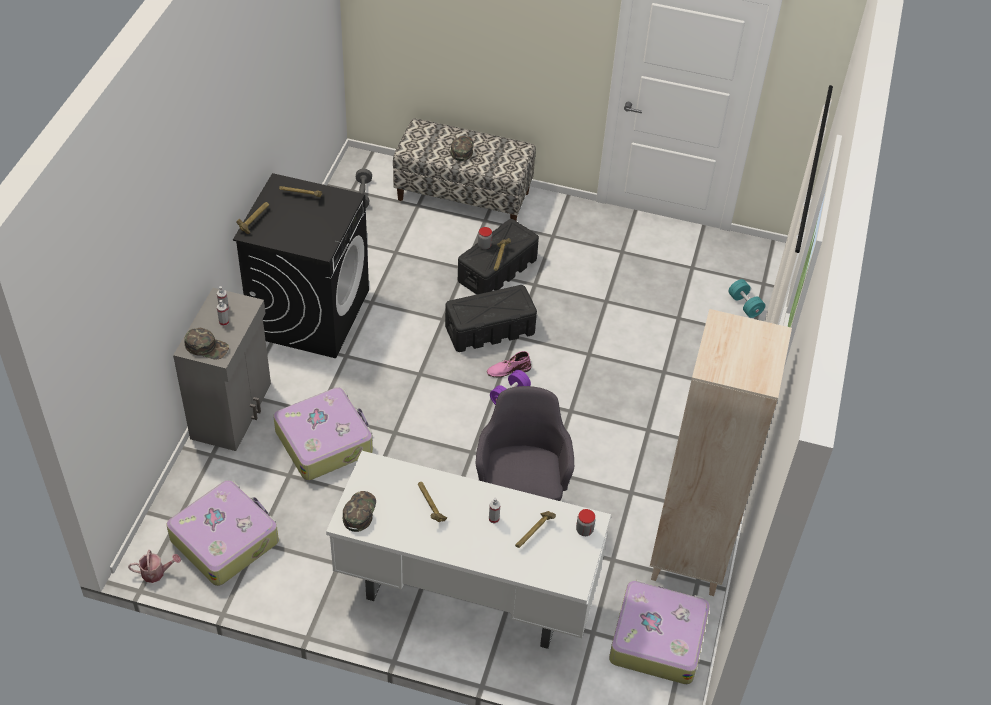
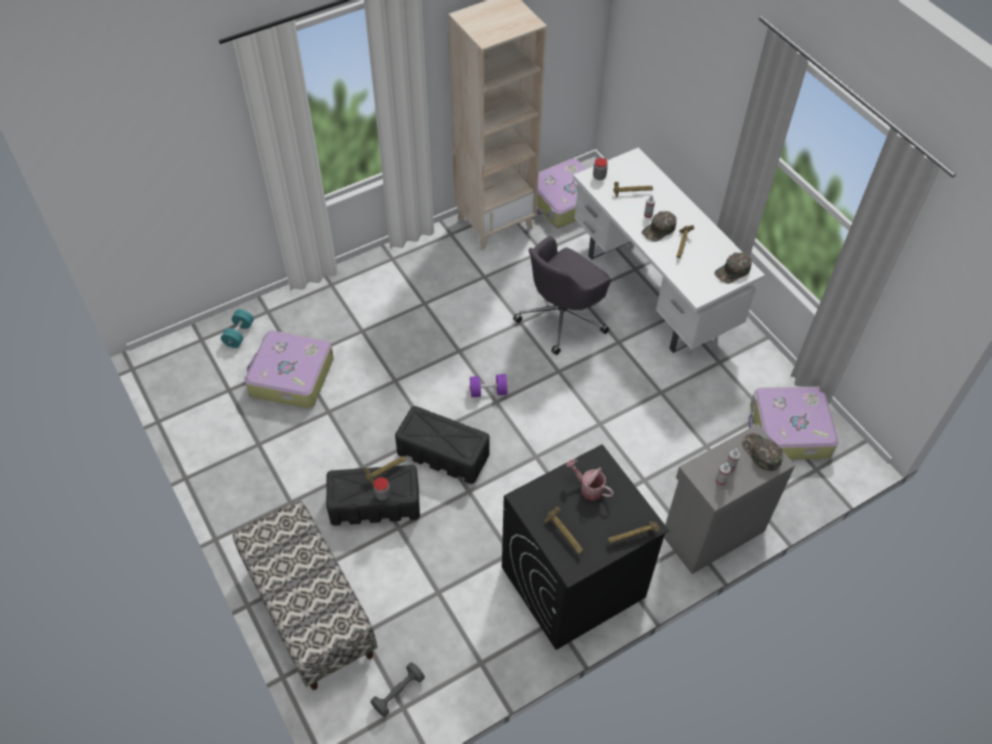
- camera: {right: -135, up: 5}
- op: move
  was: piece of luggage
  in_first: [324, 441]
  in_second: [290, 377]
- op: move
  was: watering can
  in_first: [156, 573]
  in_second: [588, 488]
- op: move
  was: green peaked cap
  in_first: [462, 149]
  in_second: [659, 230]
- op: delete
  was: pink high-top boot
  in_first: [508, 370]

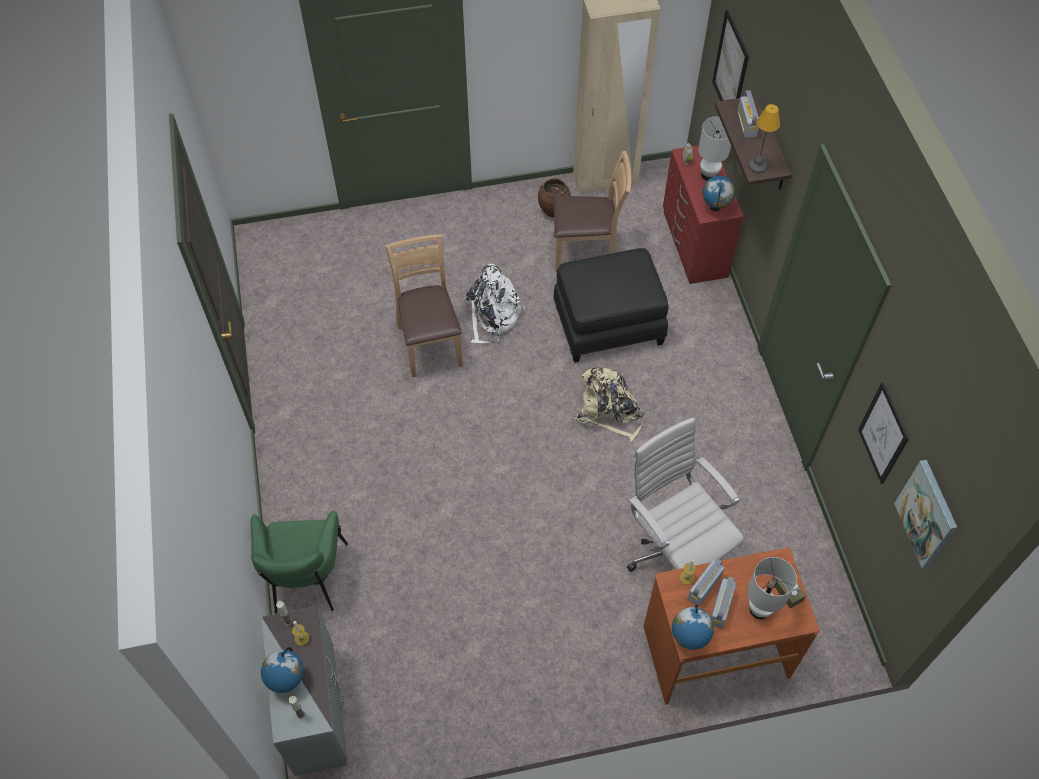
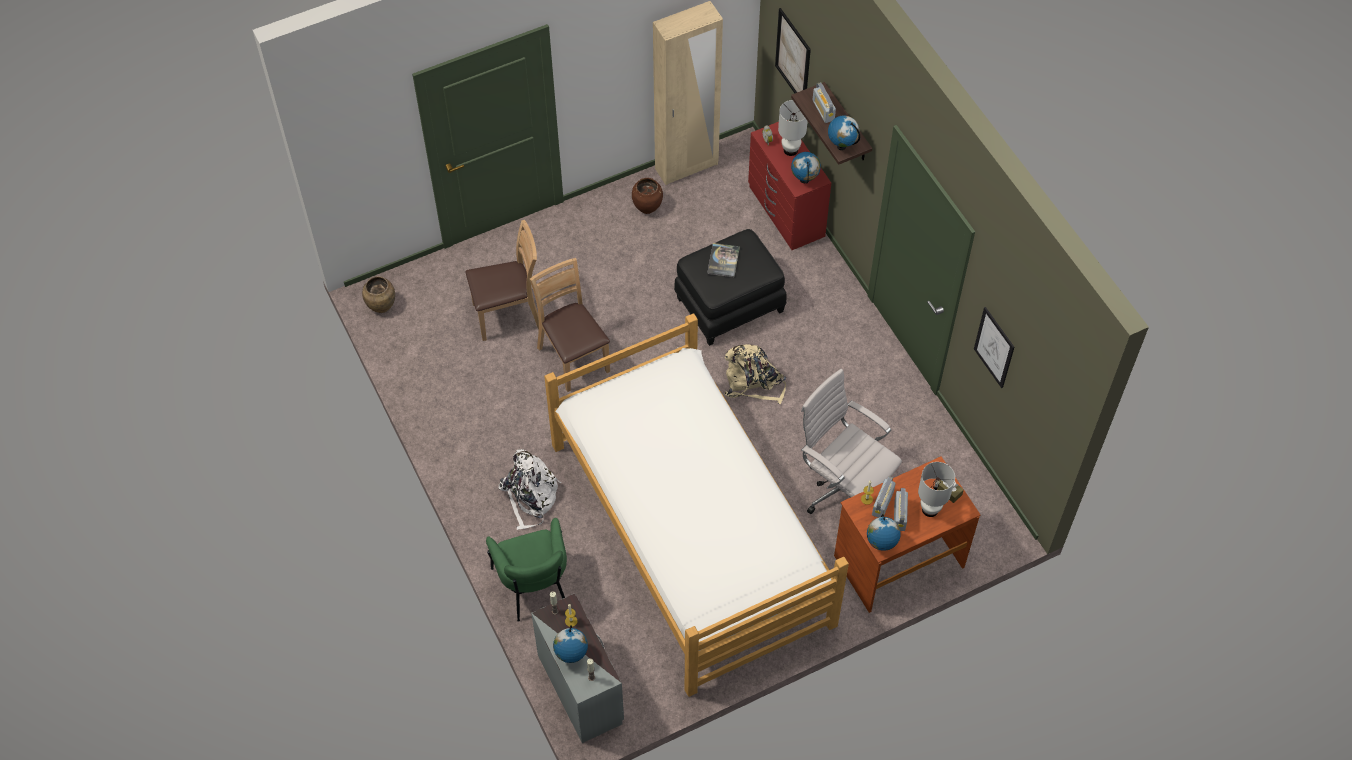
- camera: {right: -15, up: 0}
- op: insert
  now: brown-coloured vase
  in_second: [381, 307]
- op: move
  was: brown-coloured upright chair
  in_first: [587, 253]
  in_second: [508, 315]
- op: move
  was: whitish rucksack
  in_first: [492, 316]
  in_second: [530, 497]
- op: insert
  now: bedroom bed
  in_second: [690, 534]
- op: insert
  now: book
  in_second: [723, 260]
- op: replace
  was: lamp for a table
  now: desk globe
  in_first: [757, 165]
  in_second: [842, 146]
- op: delete
  was: picture
  in_first: [927, 514]

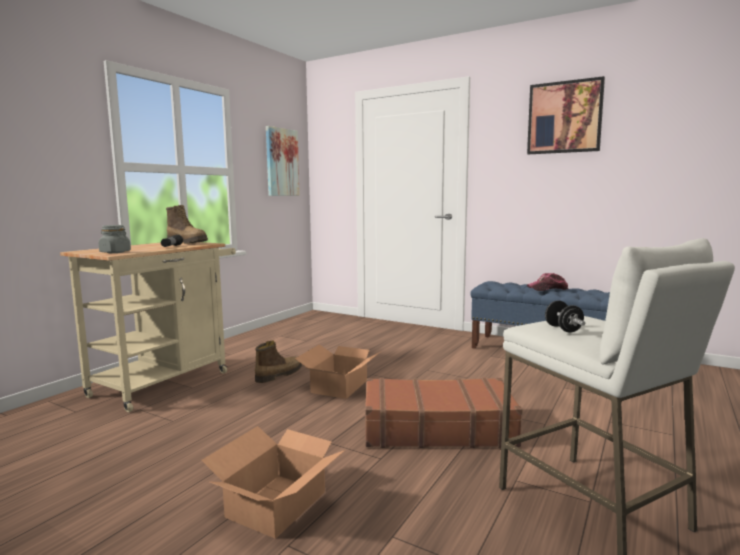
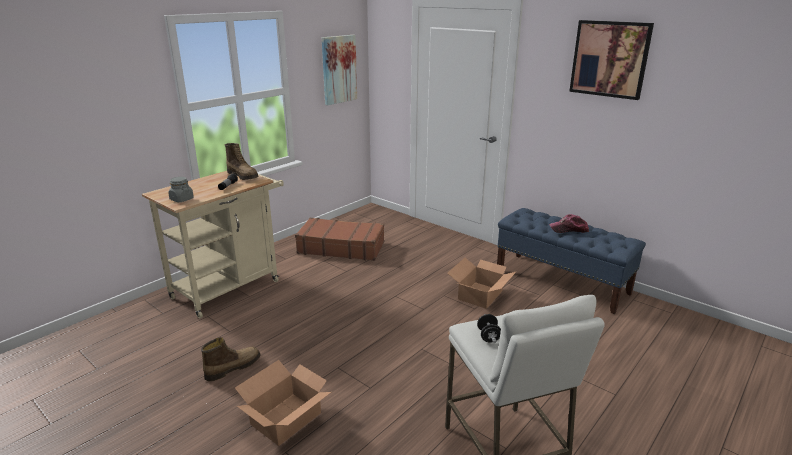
- camera: {right: 10, up: 15}
- op: move
  was: high-top boot
  in_first: [278, 375]
  in_second: [232, 367]
- op: move
  was: brown-coloured piece of luggage
  in_first: [437, 427]
  in_second: [341, 247]
- op: move
  was: carton
  in_first: [340, 386]
  in_second: [481, 295]

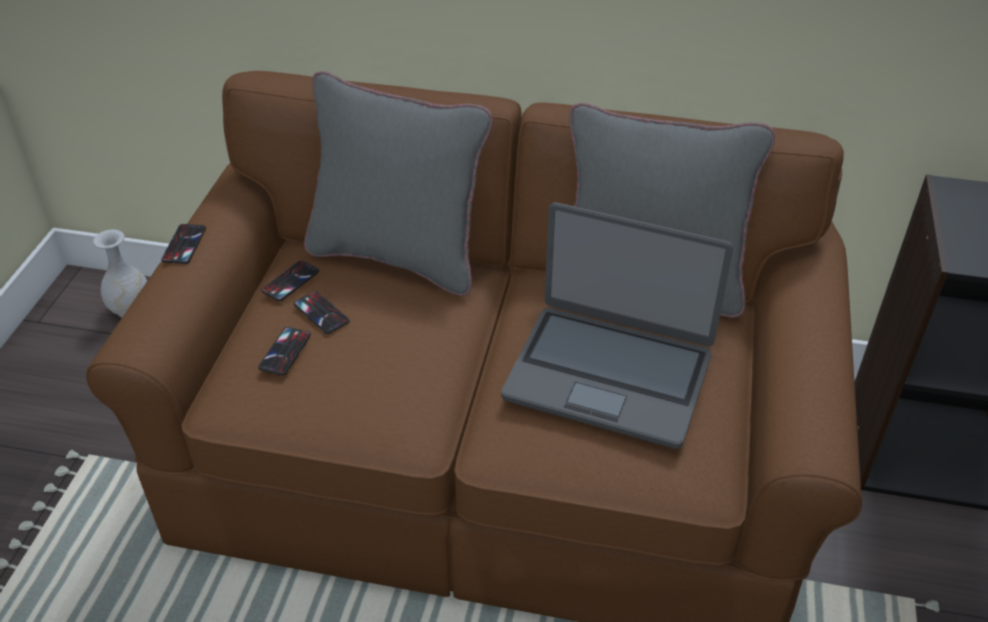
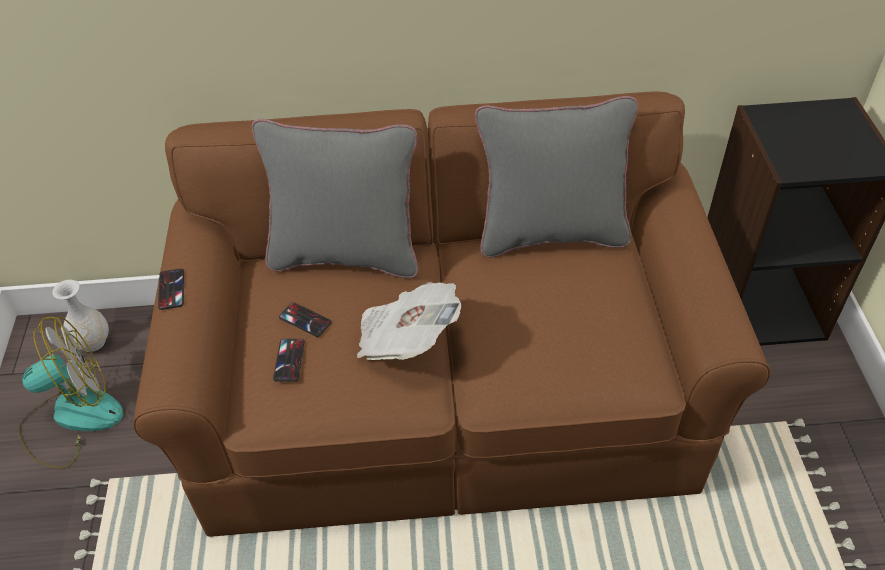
- camera: {right: -15, up: 5}
- op: insert
  now: cooling fan
  in_second: [71, 418]
- op: insert
  now: newspaper
  in_second: [406, 339]
- op: delete
  was: telephone
  in_first: [290, 281]
- op: delete
  was: notebook computer
  in_first: [609, 374]

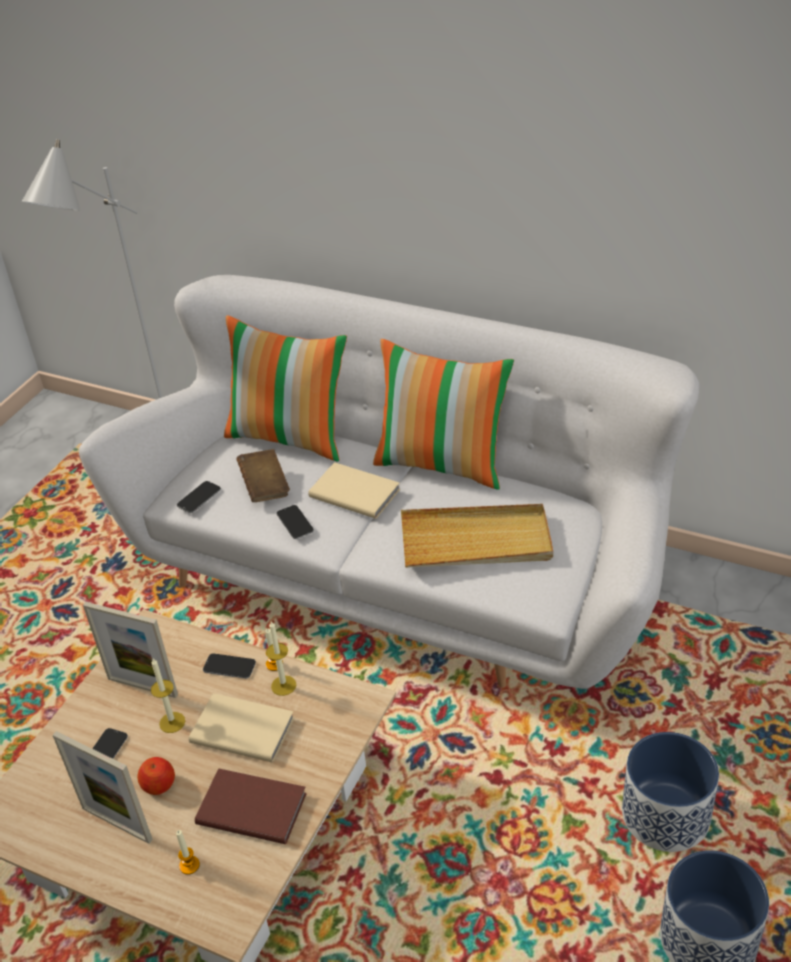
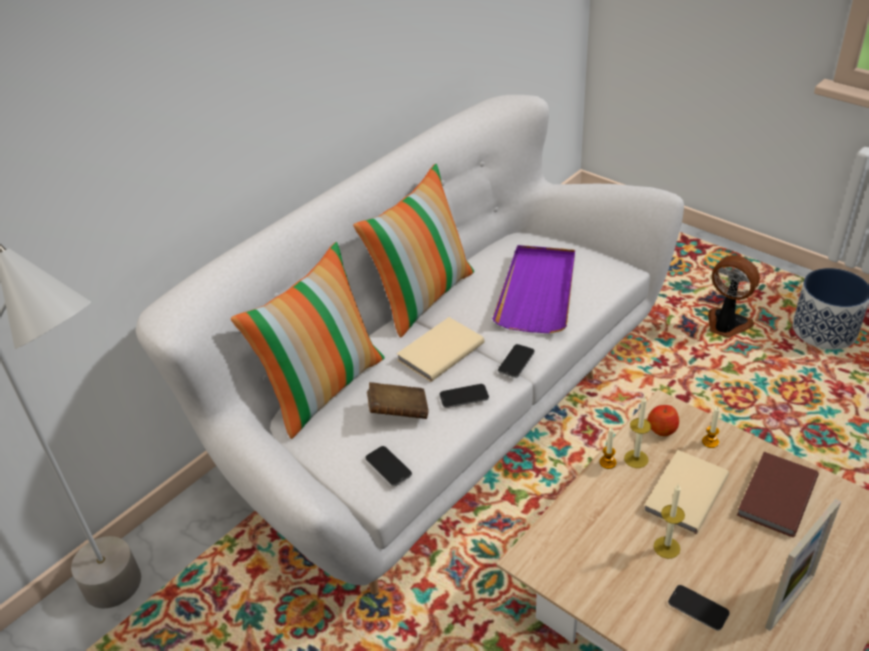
- camera: {right: -75, up: 0}
- op: recolor
  was: beige-coloured tray
  now: purple tray
  in_first: [476, 541]
  in_second: [538, 291]
- op: move
  was: telephone
  in_first: [229, 667]
  in_second: [516, 361]
- op: move
  was: apple
  in_first: [159, 785]
  in_second: [662, 429]
- op: move
  was: wax light
  in_first: [189, 865]
  in_second: [710, 442]
- op: replace
  was: plant pot
  now: cooling fan
  in_first: [665, 814]
  in_second: [726, 325]
- op: delete
  was: photo frame
  in_first: [142, 686]

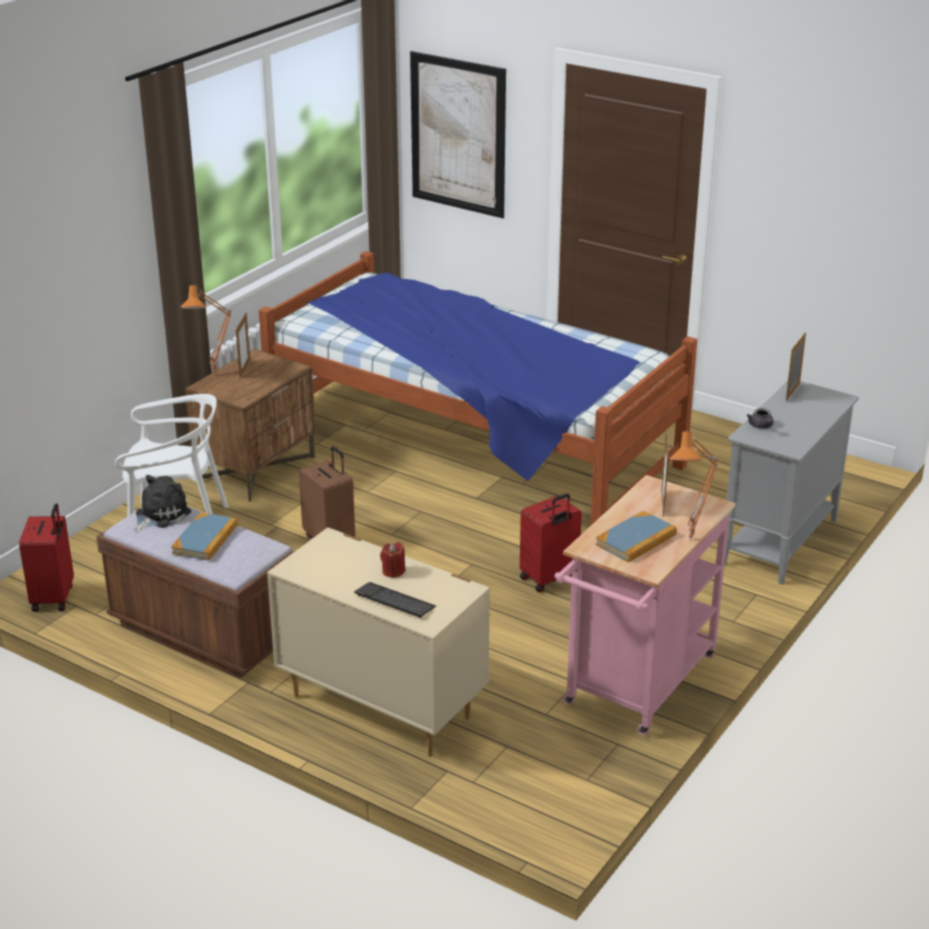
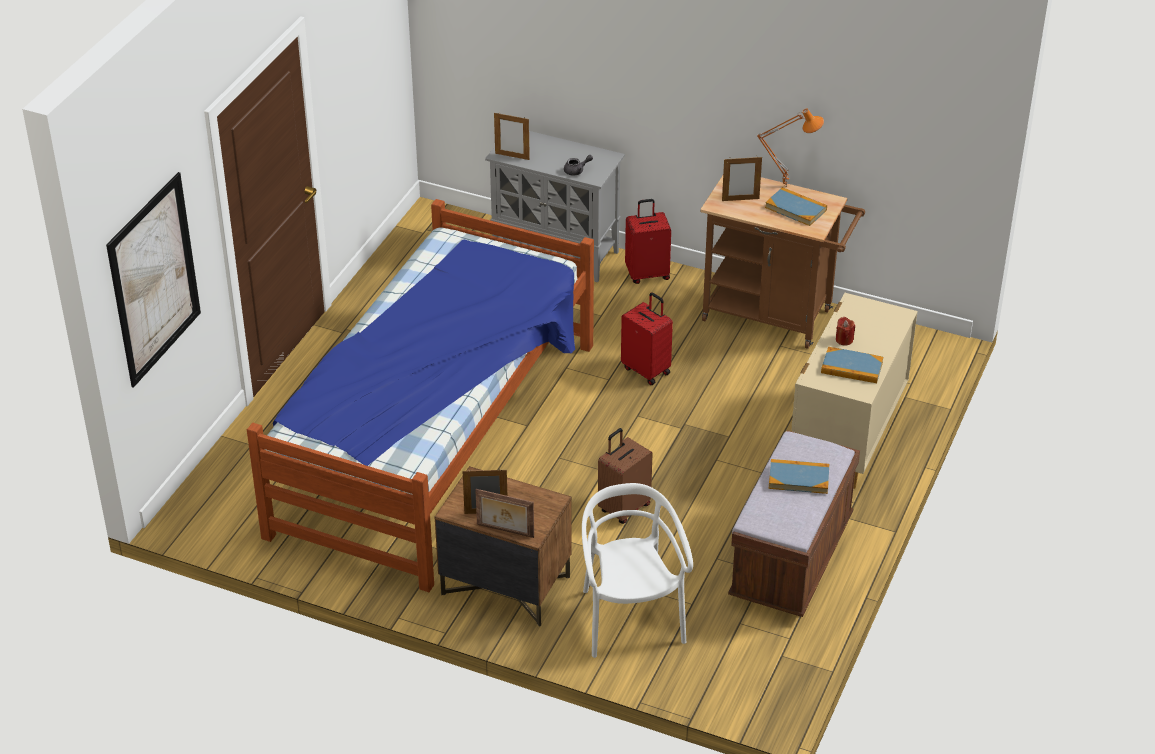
- camera: {right: -100, up: 10}
- op: replace
  was: orangey lamp for a table
  now: photo frame
  in_first: [215, 375]
  in_second: [505, 531]
- op: move
  was: red piece of luggage
  in_first: [54, 598]
  in_second: [647, 274]
- op: recolor
  was: pink wheeled cart
  now: brown-coloured wheeled cart
  in_first: [636, 687]
  in_second: [775, 317]
- op: insert
  now: book
  in_second: [851, 368]
- op: delete
  was: soft toy
  in_first: [160, 515]
- op: delete
  was: computer keyboard
  in_first: [394, 601]

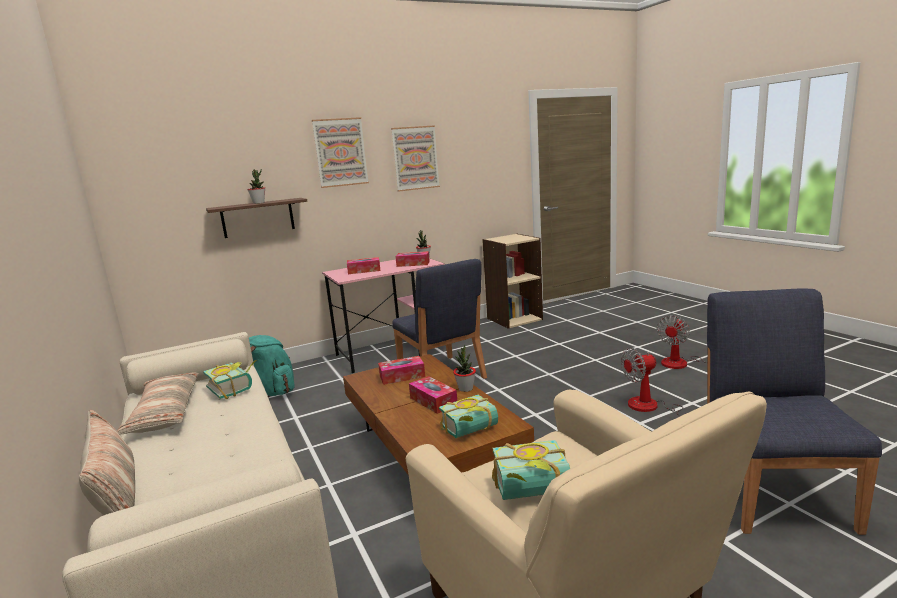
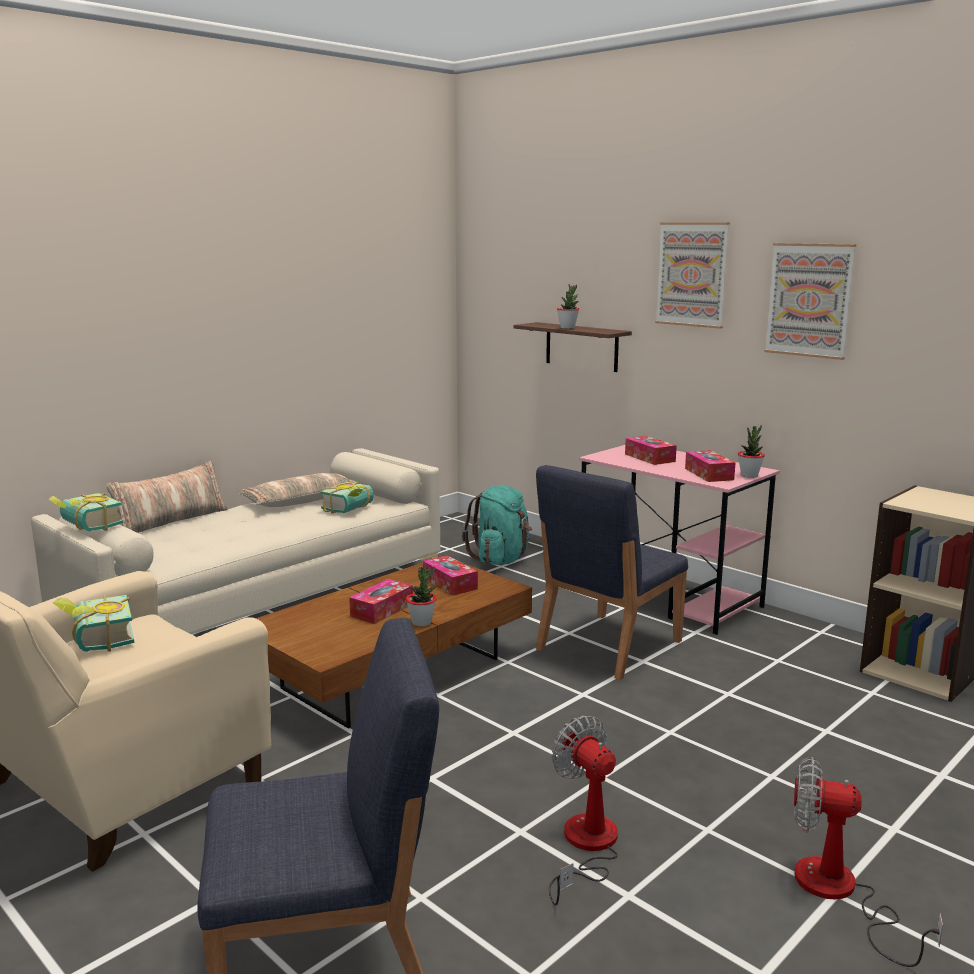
- camera: {right: 70, up: 0}
- op: move
  was: book
  in_first: [472, 430]
  in_second: [86, 527]

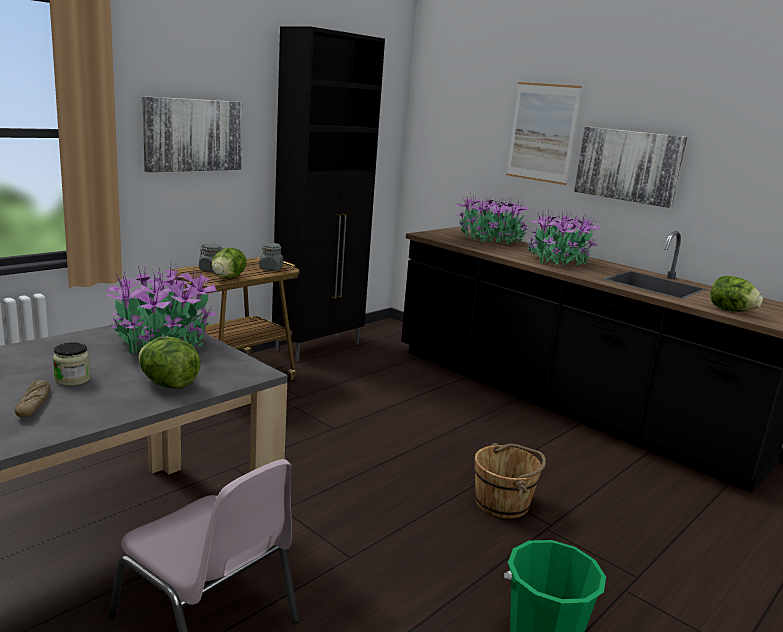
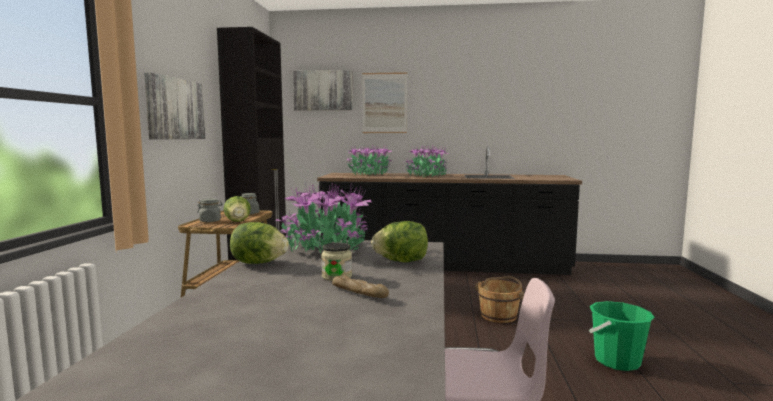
- camera: {right: -35, up: -10}
- op: move
  was: head of lettuce
  in_first: [730, 311]
  in_second: [258, 263]
- op: move
  was: picture
  in_first: [628, 165]
  in_second: [323, 90]

